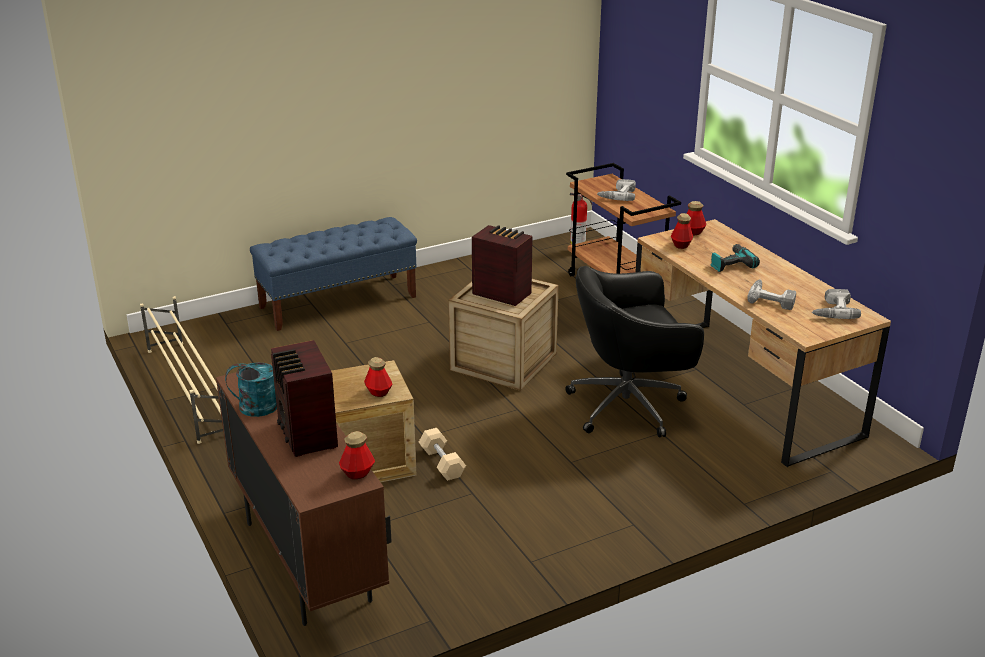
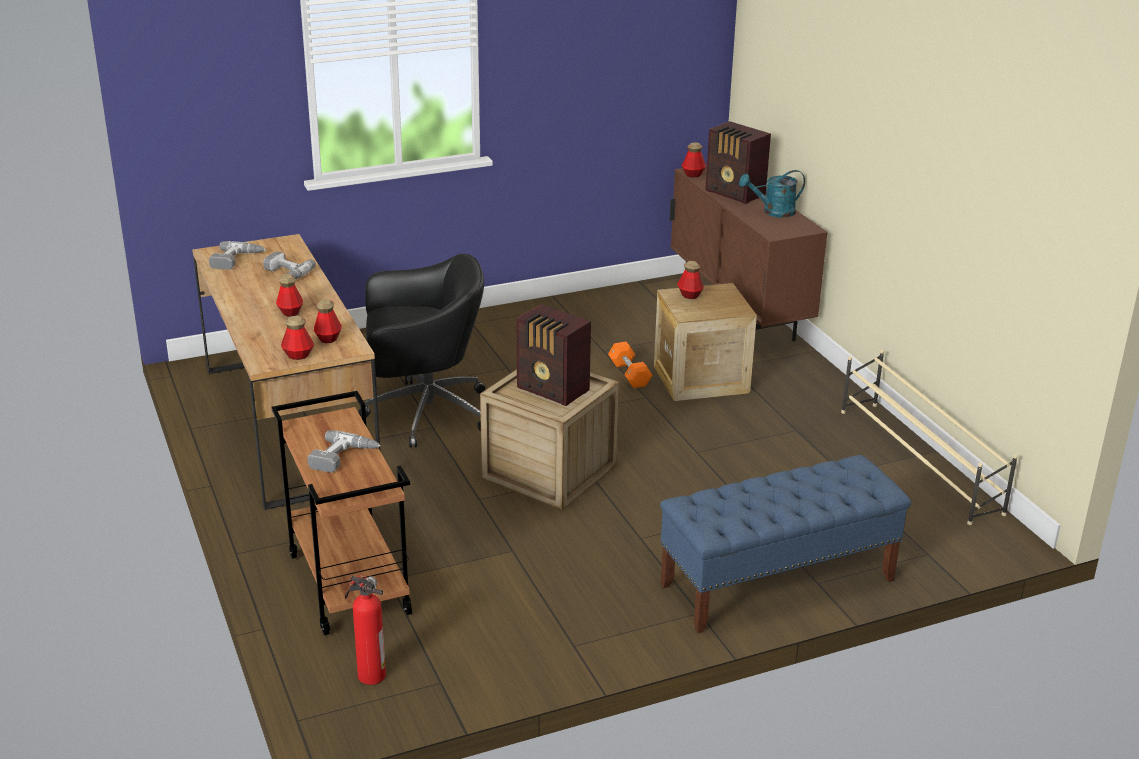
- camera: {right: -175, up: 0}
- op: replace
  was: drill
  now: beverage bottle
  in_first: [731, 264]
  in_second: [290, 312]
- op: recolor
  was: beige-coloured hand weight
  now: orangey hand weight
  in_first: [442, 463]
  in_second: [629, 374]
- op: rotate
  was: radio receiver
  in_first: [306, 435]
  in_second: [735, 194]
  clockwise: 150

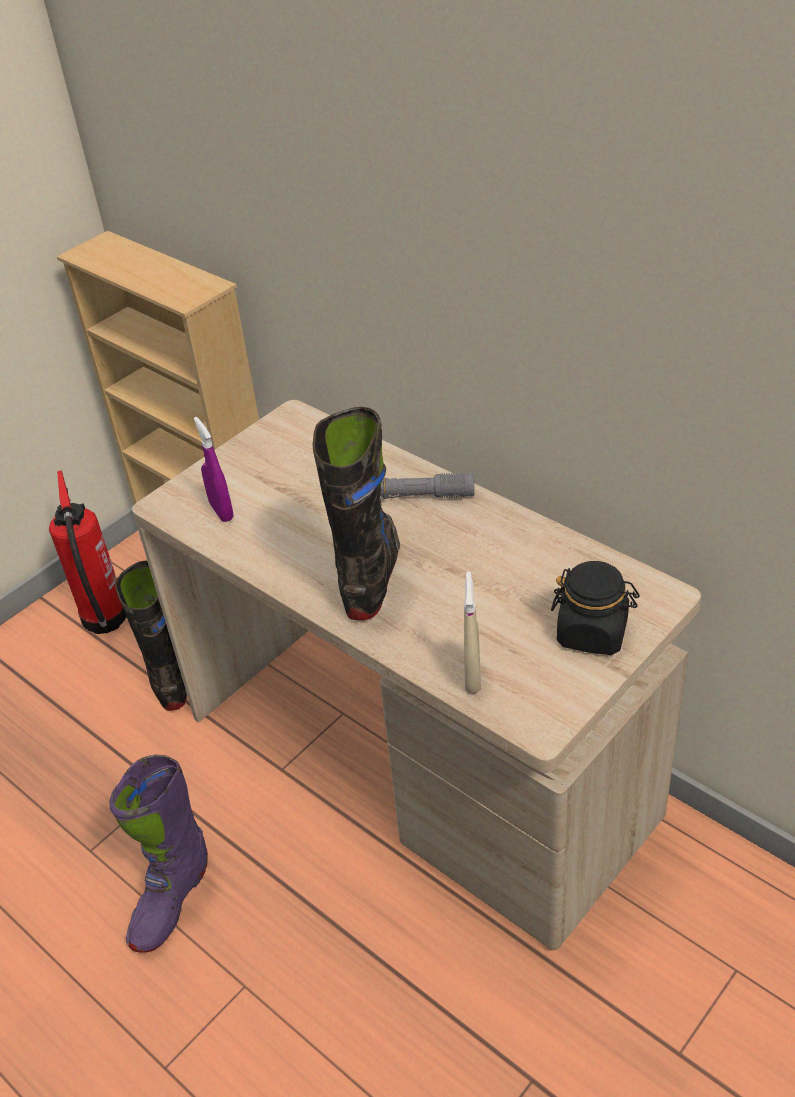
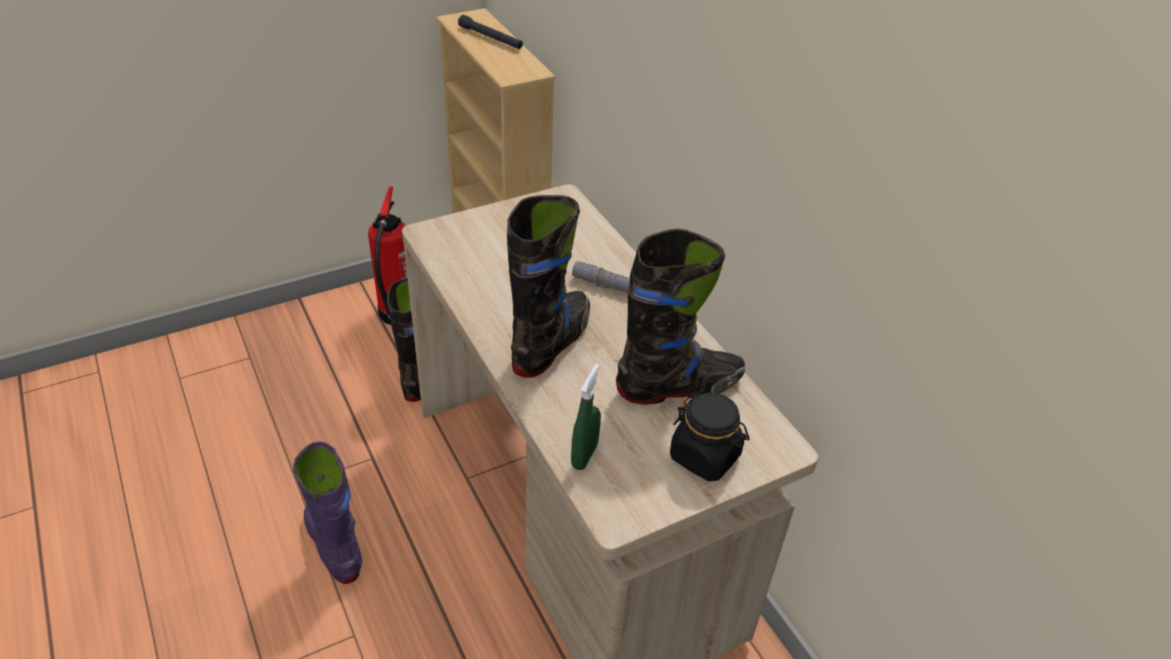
- camera: {right: 15, up: 0}
- op: rotate
  was: purple high-top boot
  in_first: [171, 900]
  in_second: [334, 546]
  clockwise: 105
- op: insert
  now: black-coloured torch
  in_second: [490, 38]
- op: recolor
  was: beige-coloured hand sprayer
  now: green hand sprayer
  in_first: [472, 677]
  in_second: [584, 455]
- op: insert
  now: black-coloured high-top boot
  in_second: [679, 387]
- op: delete
  was: purple hand sprayer
  in_first: [221, 511]

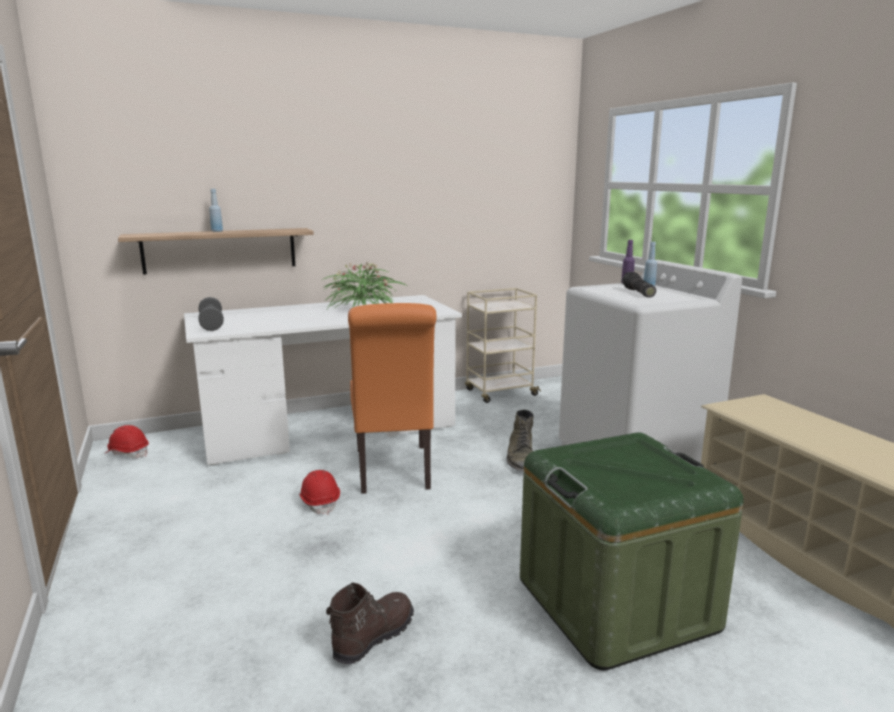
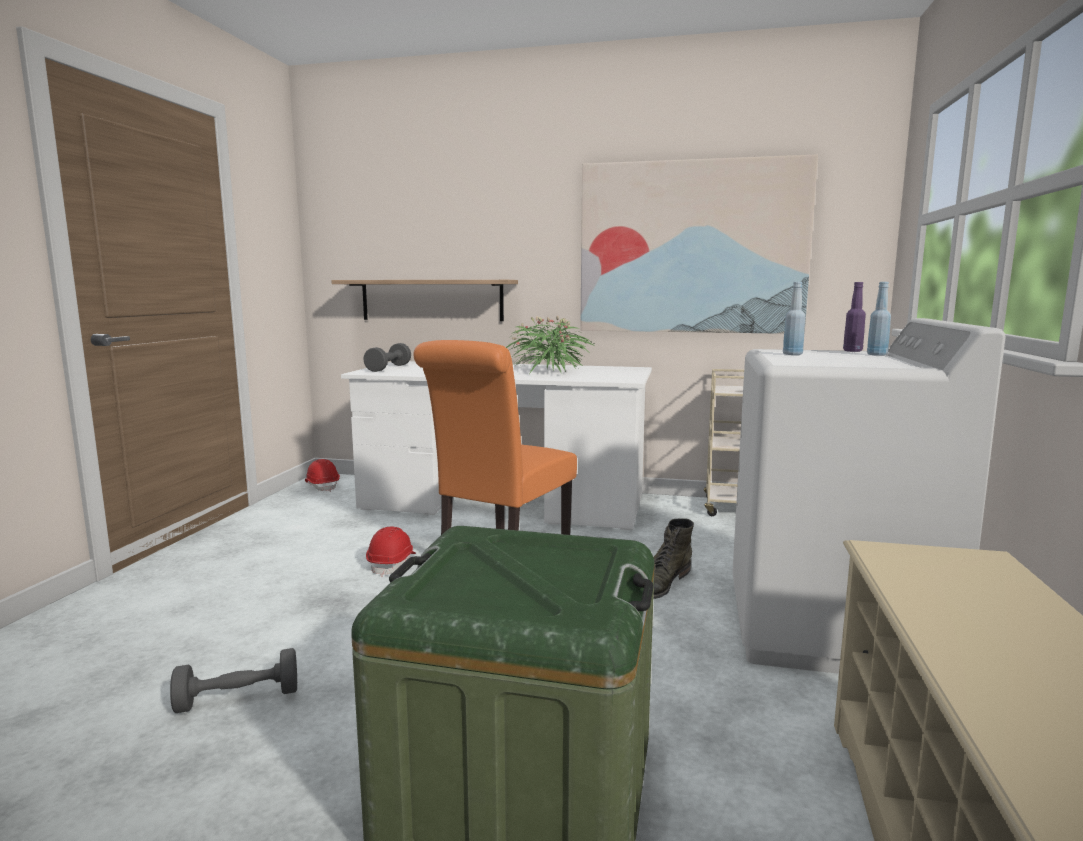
- camera: {right: 35, up: -5}
- op: replace
  was: brown-coloured high-top boot
  now: gray hand weight
  in_first: [372, 637]
  in_second: [238, 699]
- op: insert
  now: picture
  in_second: [692, 248]
- op: move
  was: blue beverage bottle
  in_first: [217, 231]
  in_second: [792, 354]
- op: delete
  was: torch
  in_first: [637, 293]

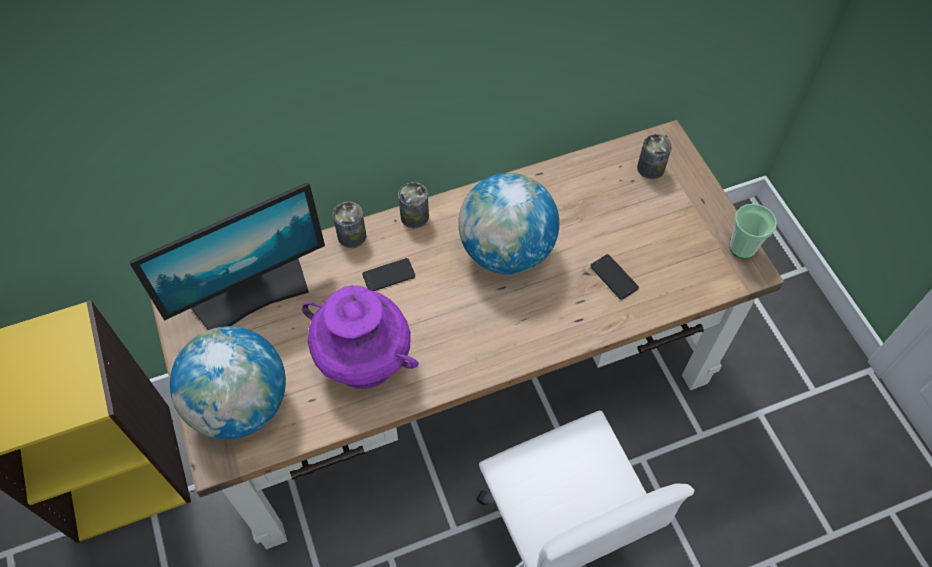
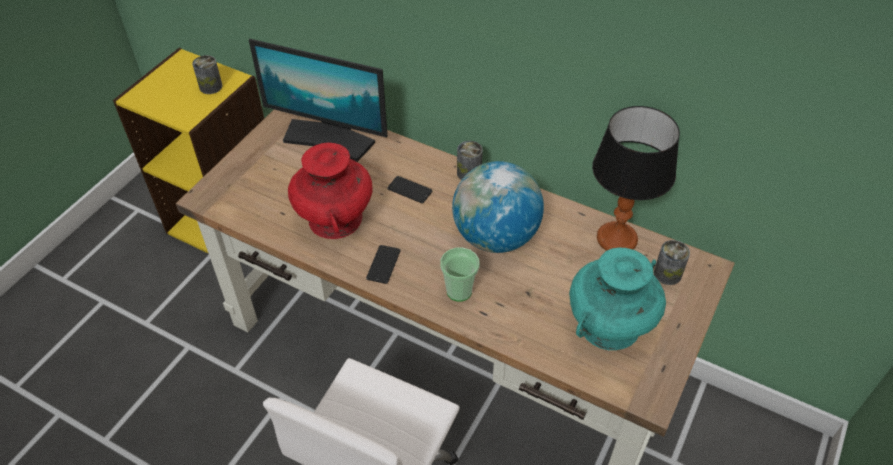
- camera: {right: 50, up: -10}
- op: move
  was: can
  in_first: [352, 235]
  in_second: [211, 86]
- op: recolor
  was: purple vase
  now: red vase
  in_first: [364, 359]
  in_second: [335, 219]
- op: move
  was: telephone
  in_first: [614, 277]
  in_second: [383, 264]
- op: move
  was: drinking cup
  in_first: [742, 247]
  in_second: [459, 291]
- op: insert
  now: turquoise-coloured vase
  in_second: [609, 325]
- op: insert
  now: lamp for a table
  in_second: [617, 239]
- op: delete
  was: desk globe
  in_first: [241, 404]

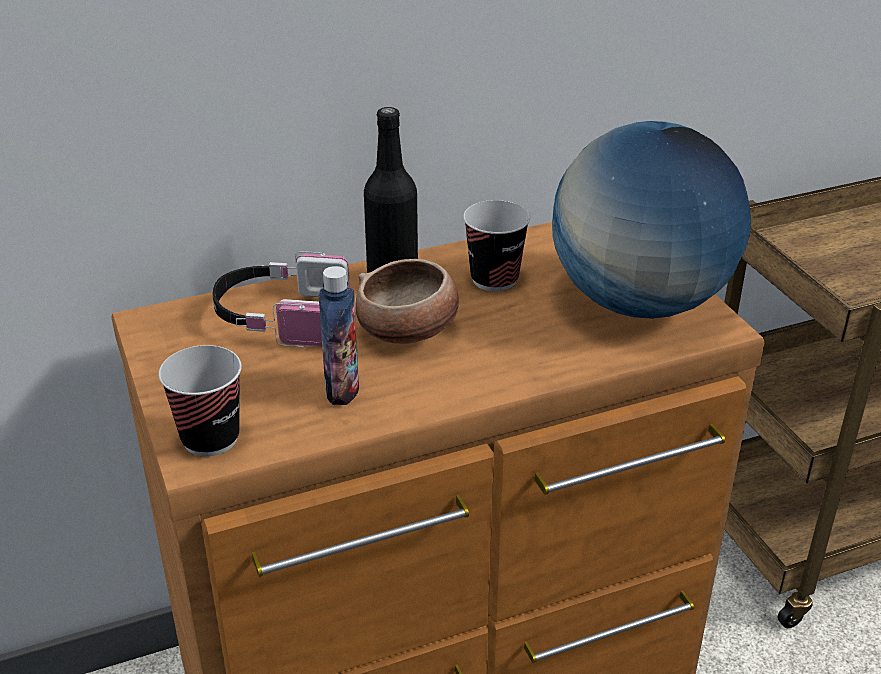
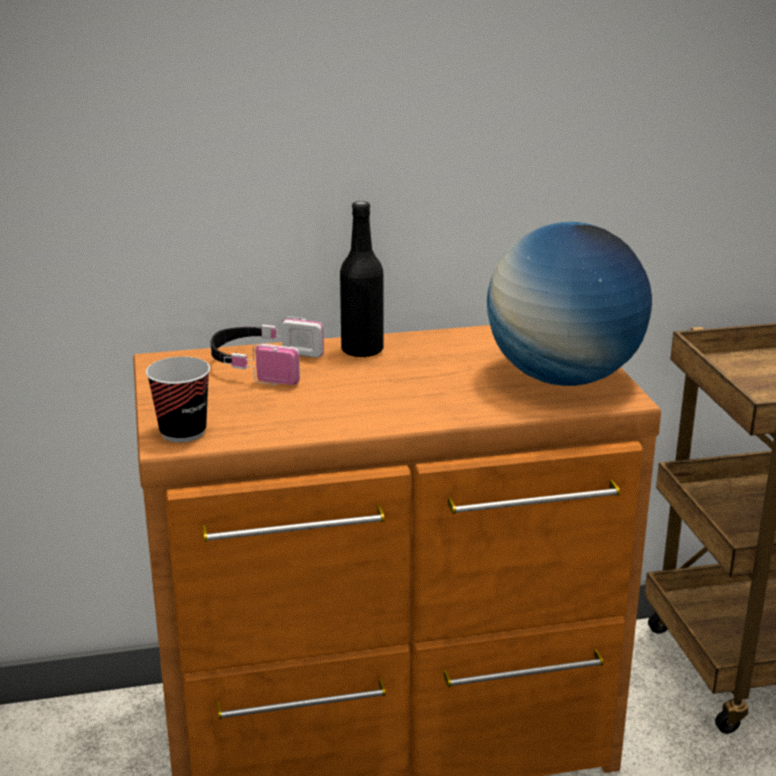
- camera: {right: 10, up: -10}
- op: delete
  was: beverage bottle
  in_first: [342, 390]
- op: delete
  was: deep dish
  in_first: [408, 331]
- op: delete
  was: drinking cup
  in_first: [494, 279]

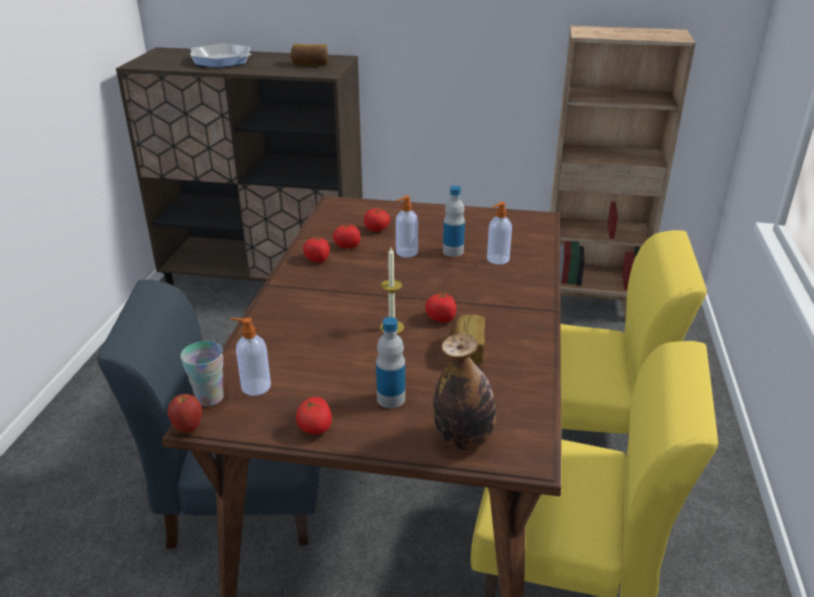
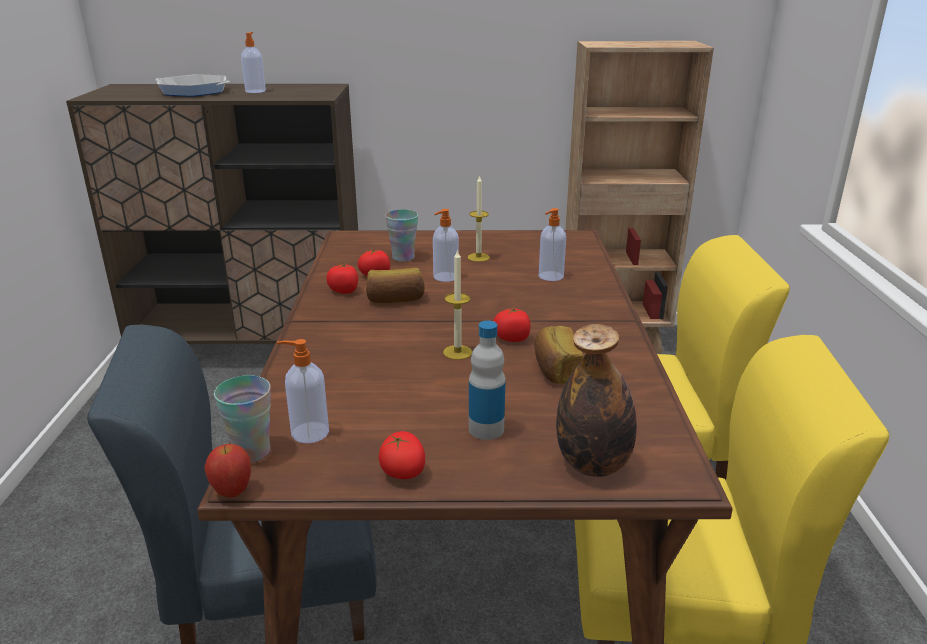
- camera: {right: -10, up: -5}
- op: insert
  now: soap dispenser
  in_second: [255, 91]
- op: move
  was: bread
  in_first: [310, 64]
  in_second: [395, 299]
- op: replace
  was: fresh tomato
  now: drinking cup
  in_first: [376, 229]
  in_second: [403, 257]
- op: insert
  now: wax light
  in_second: [478, 257]
- op: delete
  was: beverage bottle
  in_first: [453, 251]

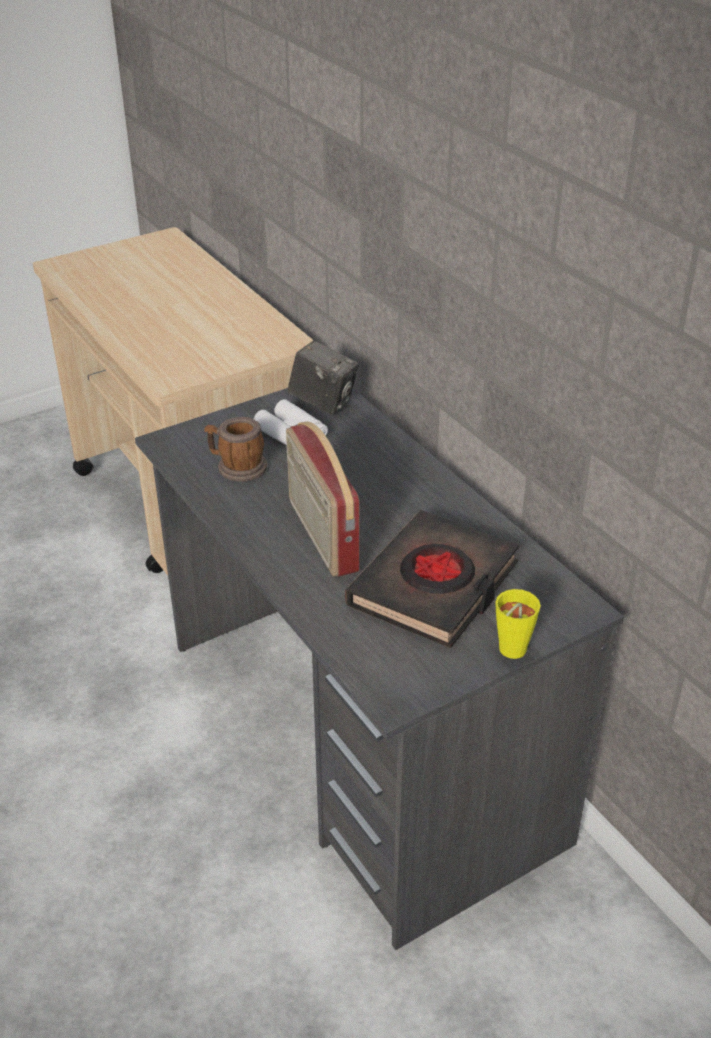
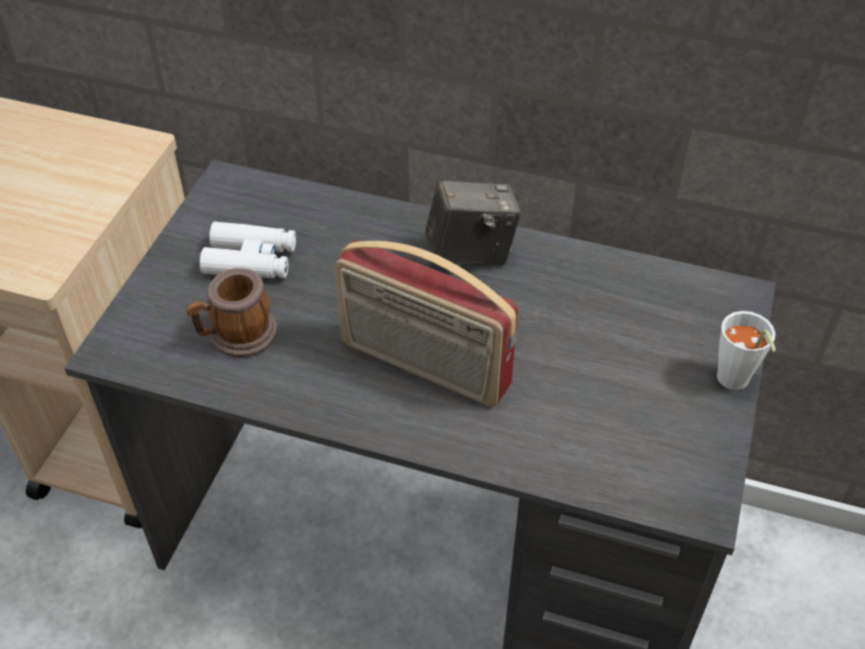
- camera: {right: -40, up: 10}
- op: move
  was: photo camera
  in_first: [323, 403]
  in_second: [470, 253]
- op: recolor
  was: yellowish drinking cup
  now: whitish drinking cup
  in_first: [509, 652]
  in_second: [734, 383]
- op: delete
  was: black-coloured book
  in_first: [434, 586]

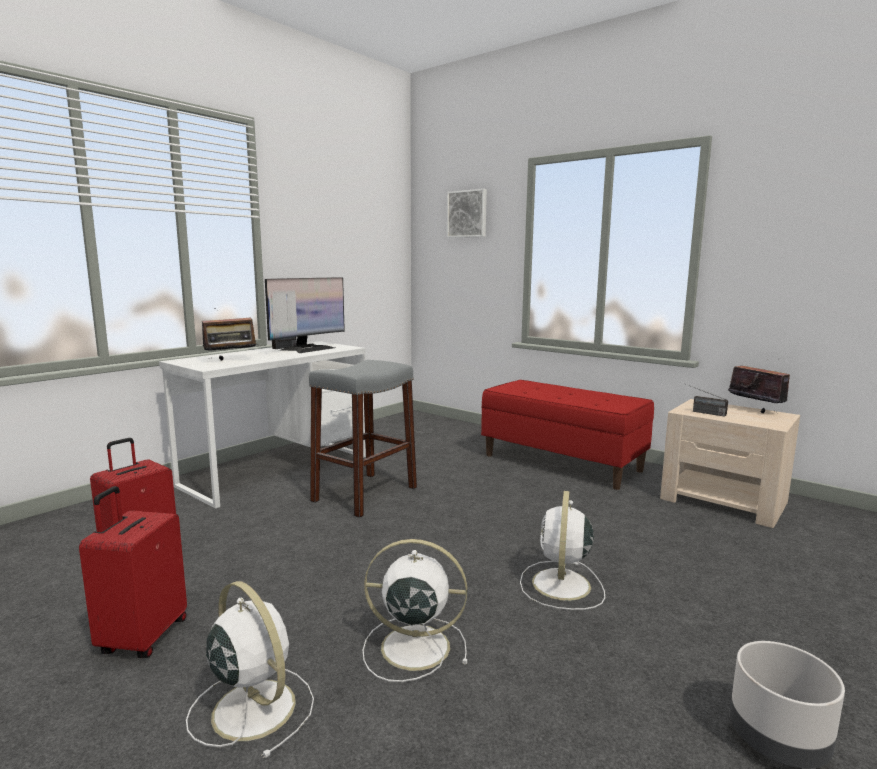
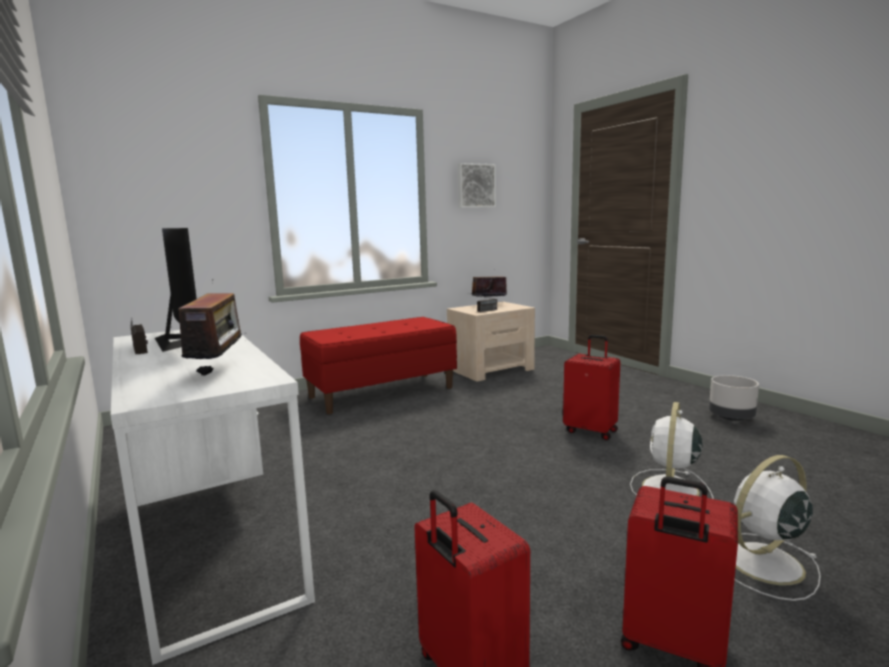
- camera: {right: -70, up: 0}
- op: move
  was: picture
  in_first: [467, 214]
  in_second: [475, 186]
- op: replace
  was: whitish cooling fan
  now: red piece of luggage
  in_first: [561, 586]
  in_second: [591, 431]
- op: delete
  was: gray stool seat
  in_first: [365, 494]

